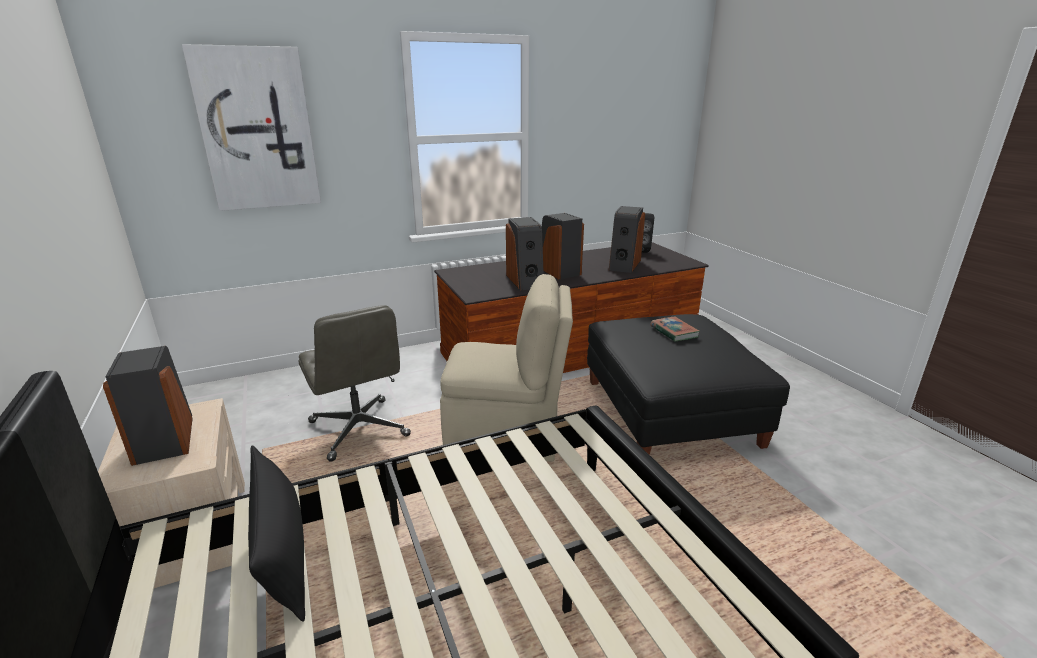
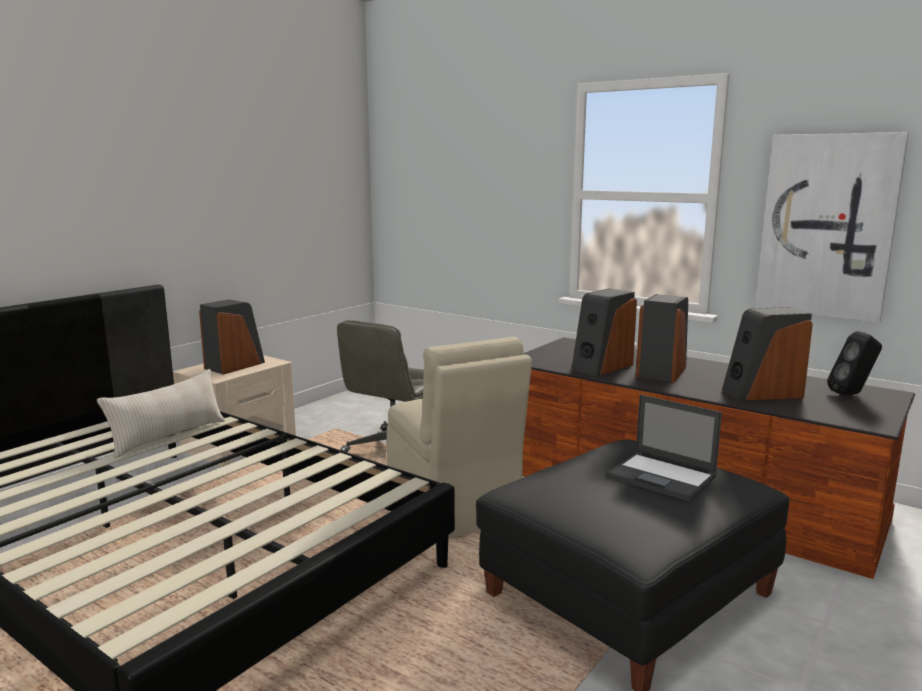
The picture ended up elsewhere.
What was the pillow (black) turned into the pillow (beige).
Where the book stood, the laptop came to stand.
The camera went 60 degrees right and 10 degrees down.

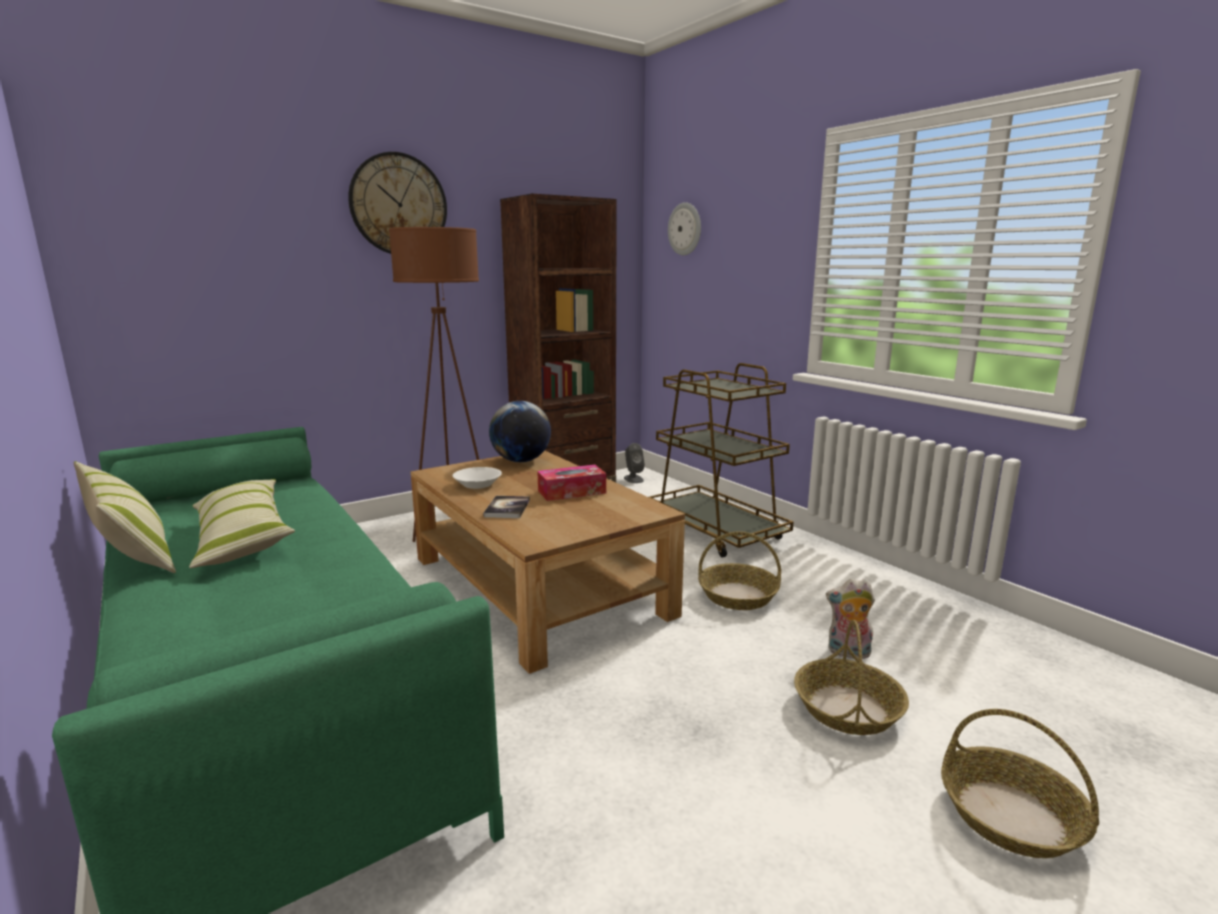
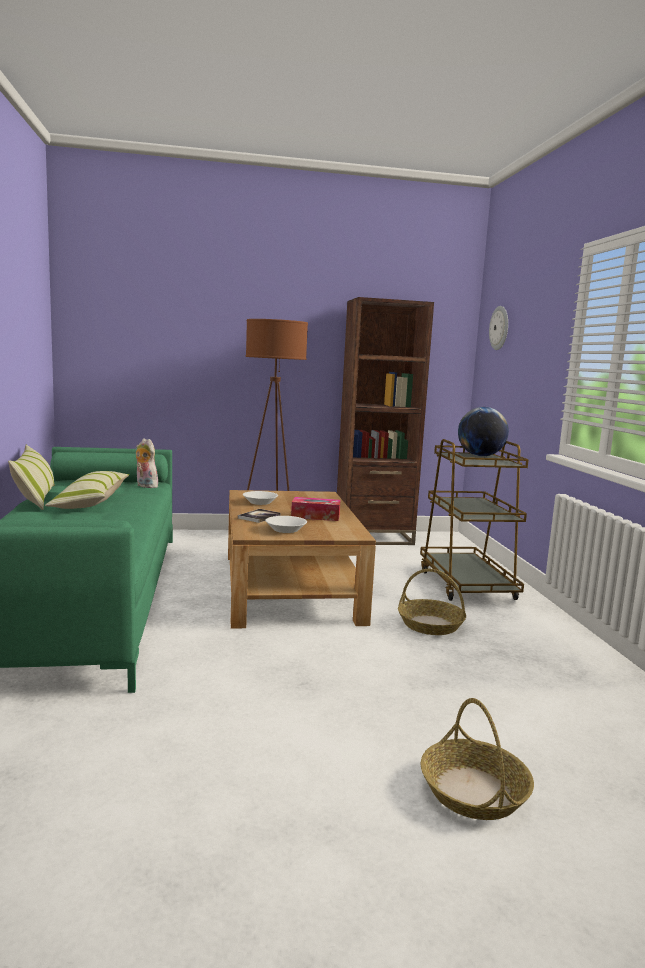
The second view lost the wall clock (1st from left).
The globe ended up elsewhere.
The second view lost the speaker (grey).
The second view lost the basket (2nd from left).
The plush toy ended up elsewhere.
The second view gained the bowl (white) (2nd from left).
The camera went 25 degrees right and 5 degrees down.

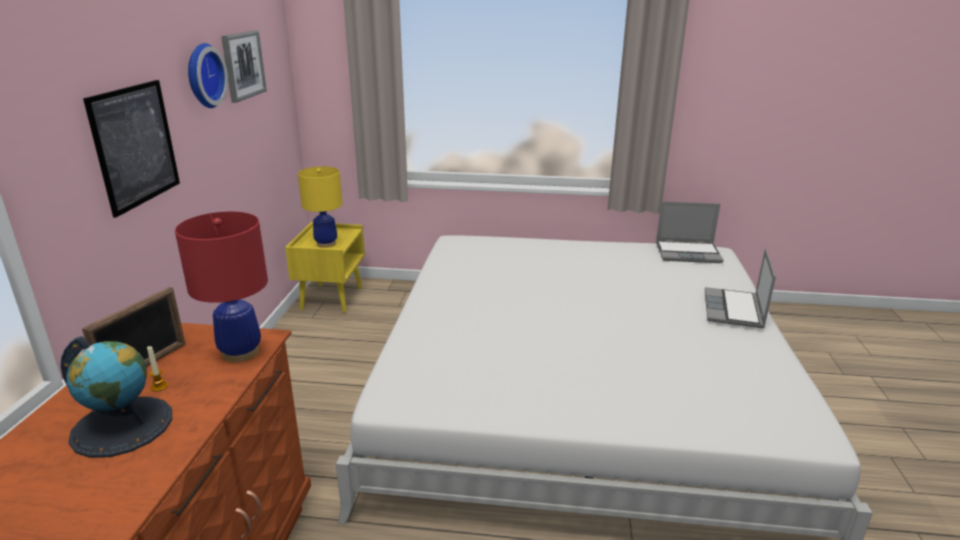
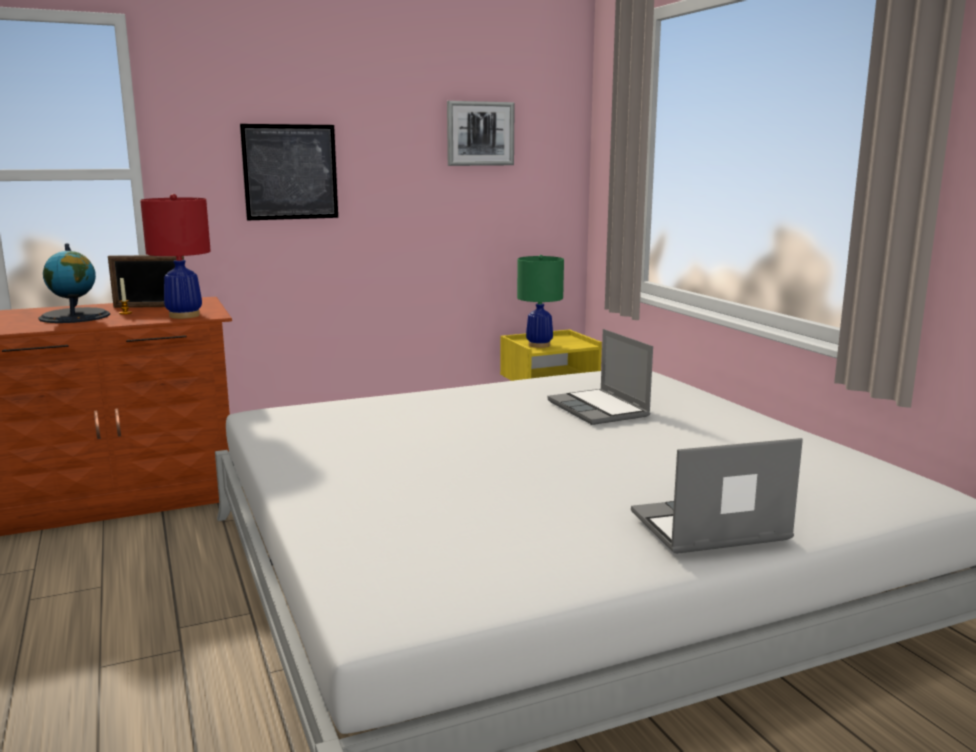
The second view lost the wall clock.
What was the table lamp (yellow) turned into the table lamp (green).
The laptop (1st from left) ended up elsewhere.
The camera went 60 degrees right and 10 degrees down.

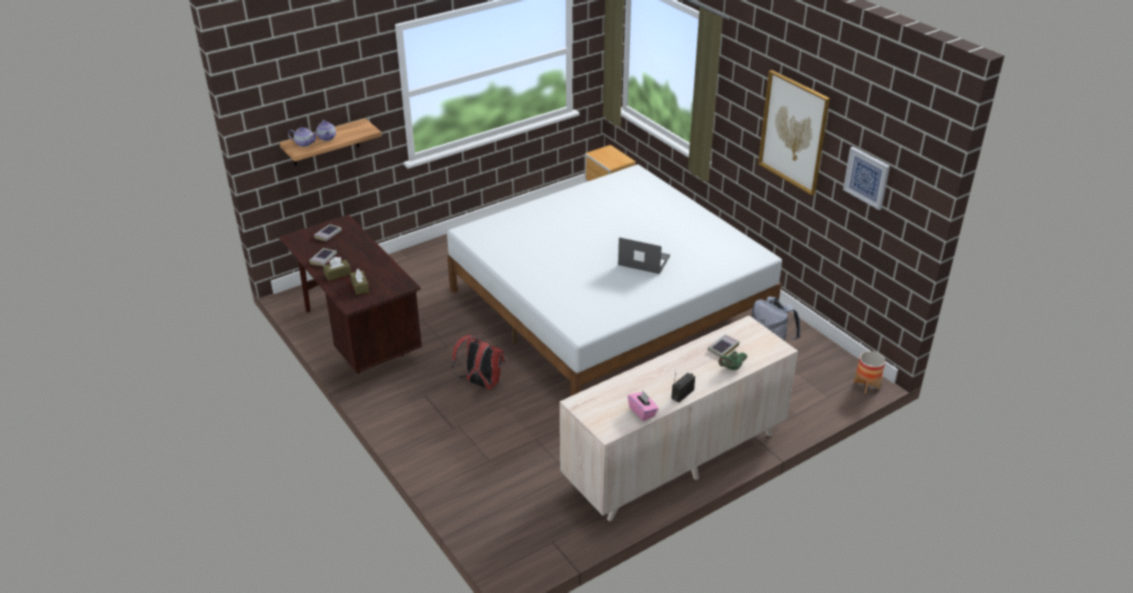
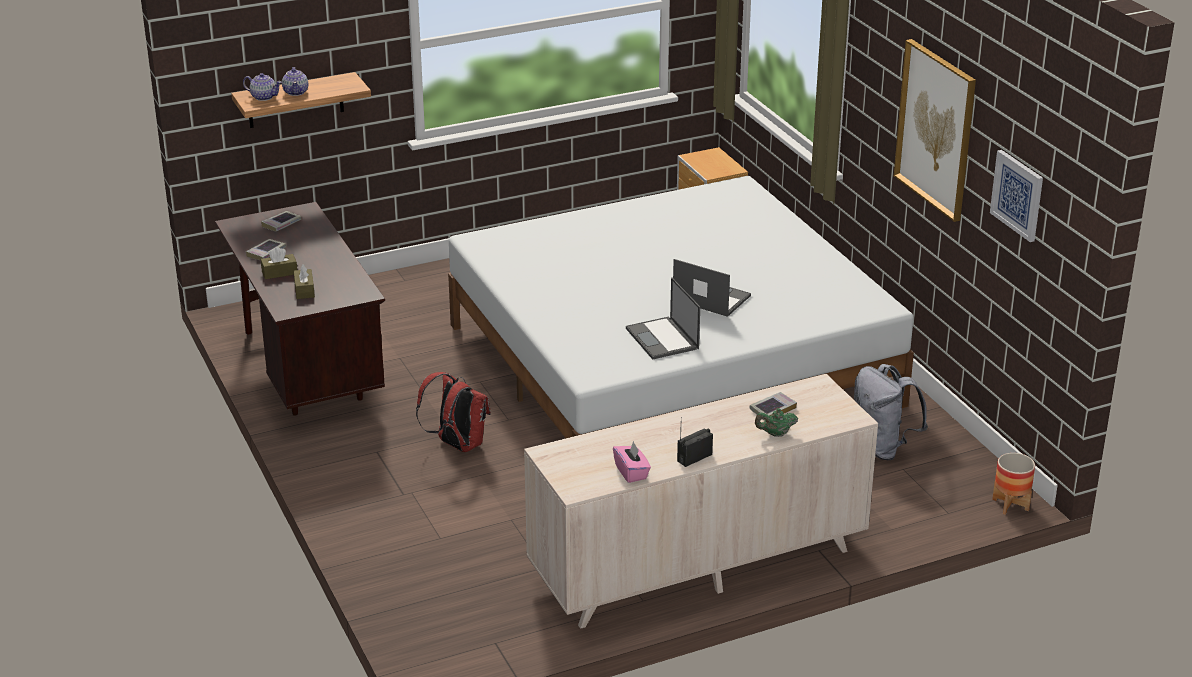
The second view gained the laptop (1st from left).
The camera went 10 degrees right and 5 degrees down.

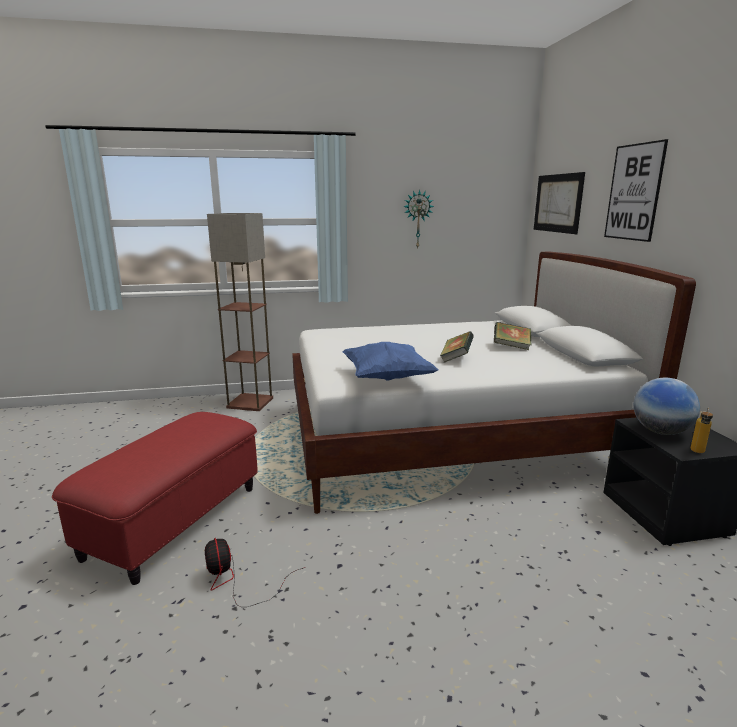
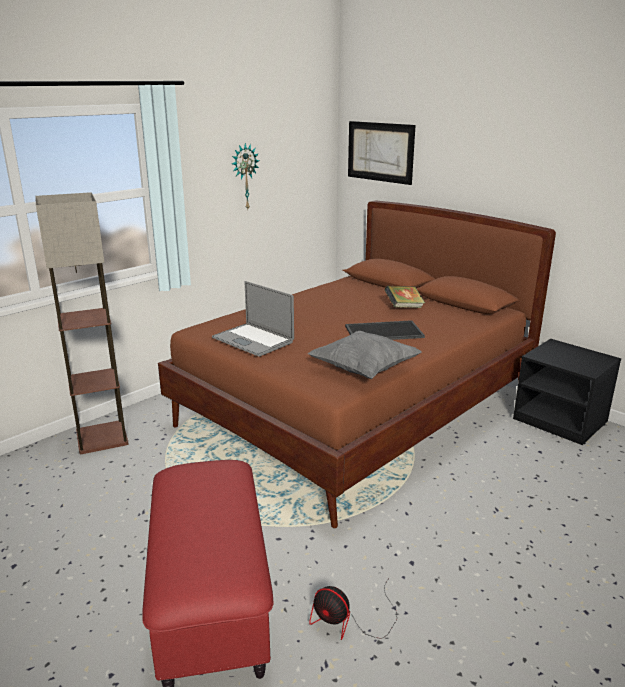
What was the bed (white) turned into the bed (brown).
What was the pillow (blue) turned into the pillow (grey).
Where the book (1st from left) stood, the tray came to stand.
The second view lost the picture (2nd from left).
The second view lost the globe.
The second view lost the bottle.
The second view gained the laptop.
The camera went 35 degrees left and 5 degrees up.

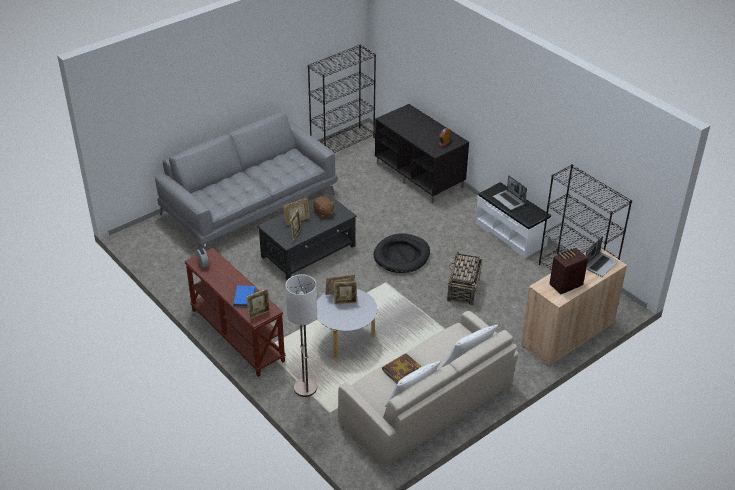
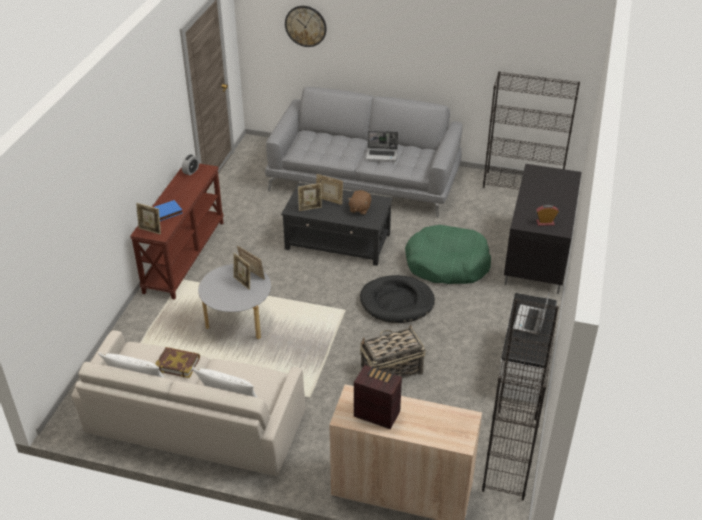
The second view lost the floor lamp.
The laptop (2nd from left in the first image) ended up elsewhere.
The second view gained the wall clock.
The second view gained the dog bed (green).
The camera went 55 degrees right and 0 degrees up.

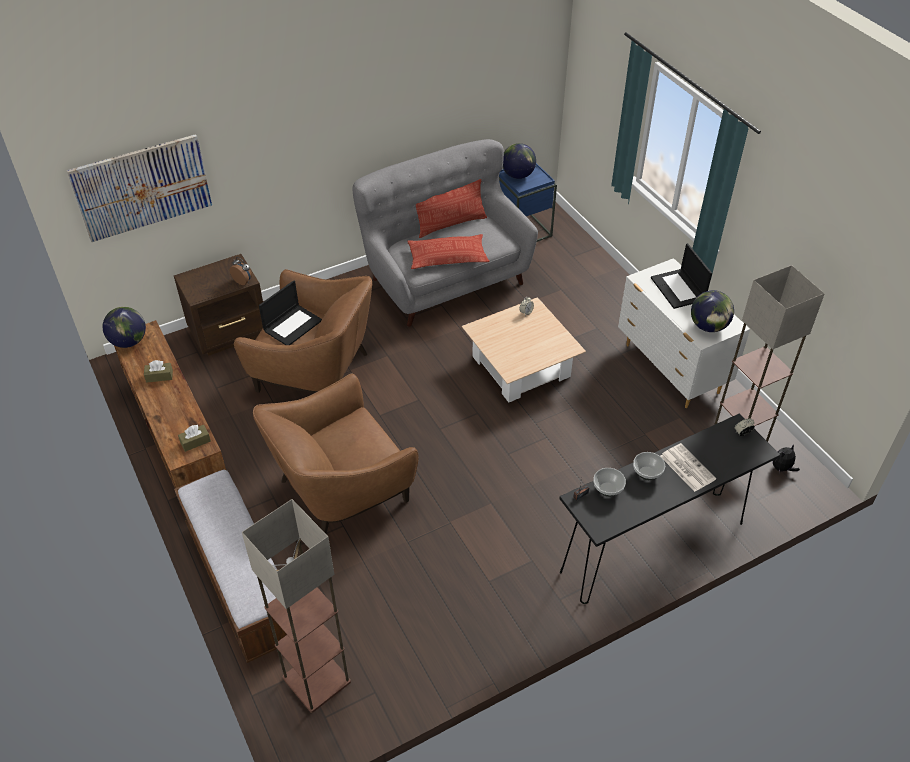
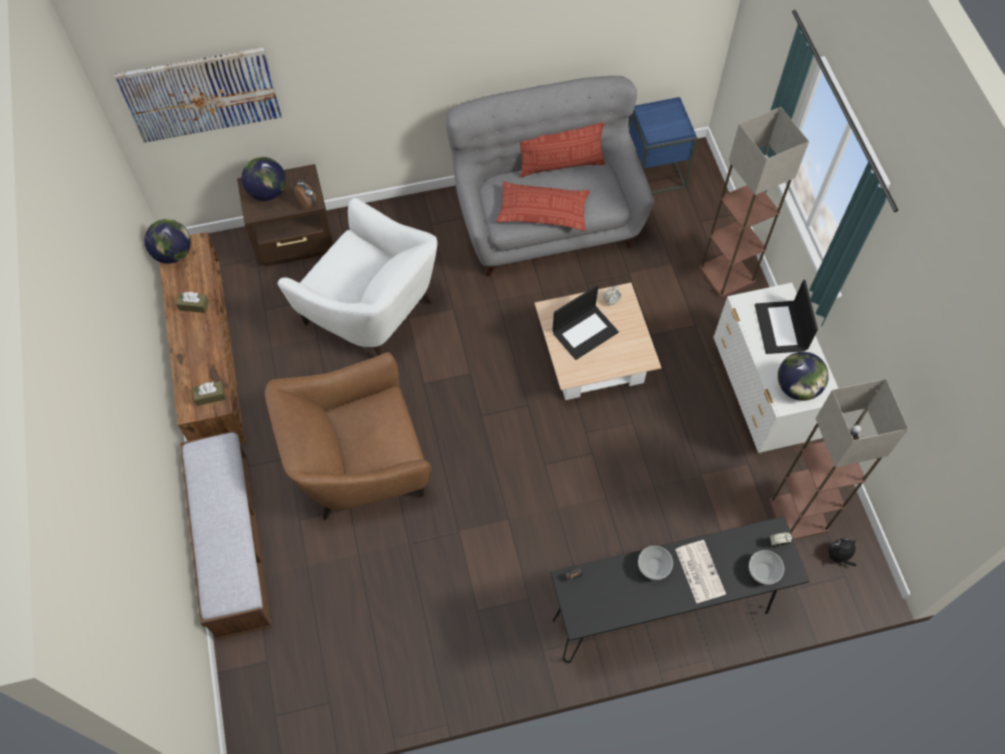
What was the armchair (brown) (1st from left) turned into the armchair (white).
The floor lamp (1st from left) ended up elsewhere.
The laptop (1st from left) ended up elsewhere.
The globe (2nd from left) ended up elsewhere.
The bowl (1st from left in the first image) ended up elsewhere.
The camera went 15 degrees right and 15 degrees up.

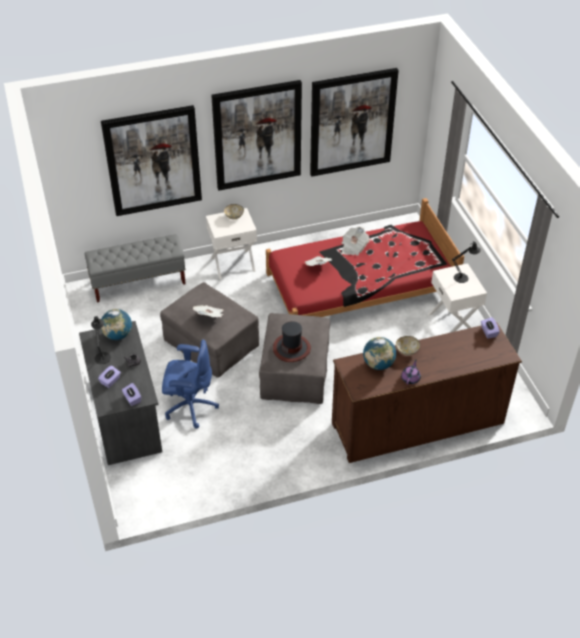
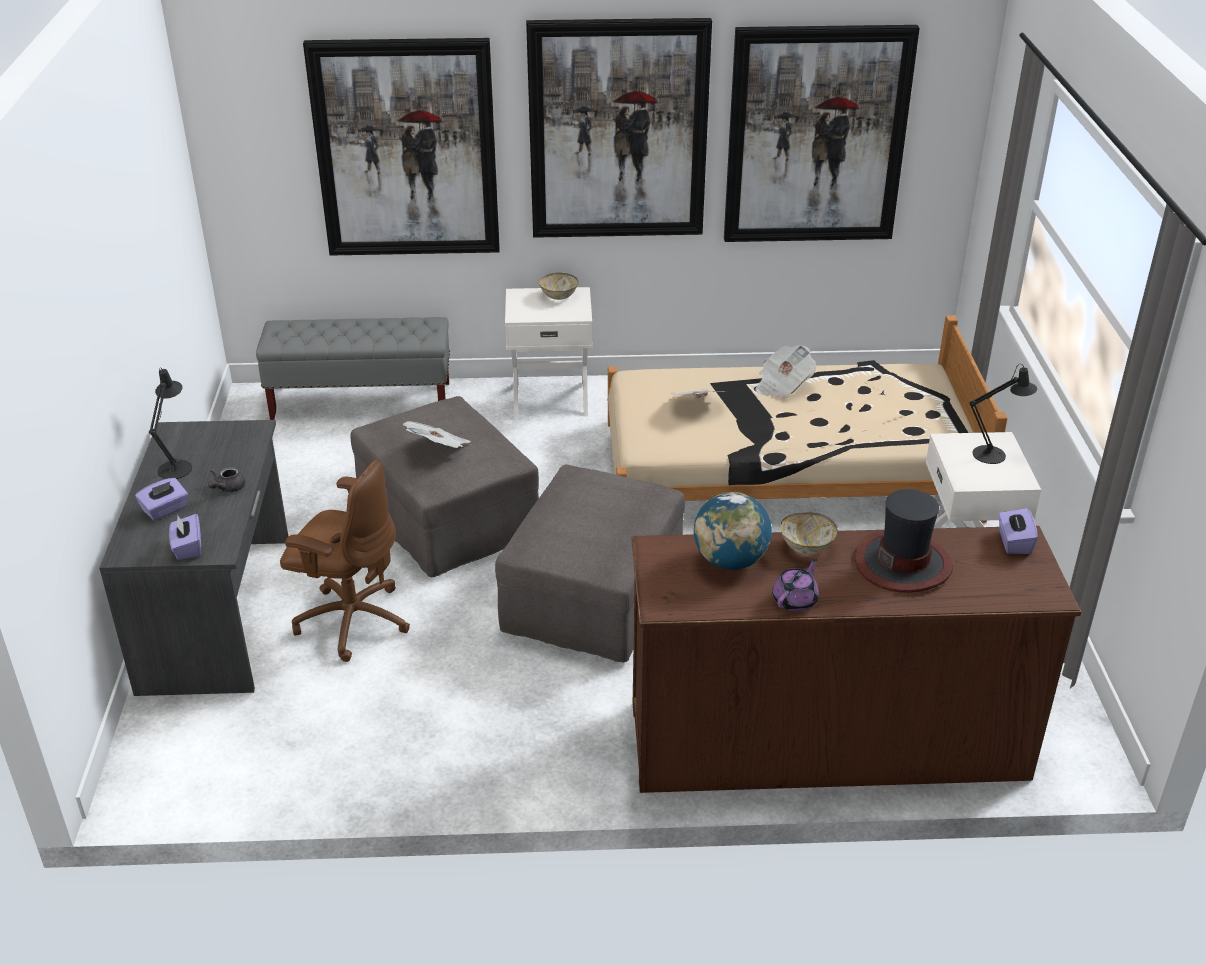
The second view lost the globe (1st from left).
What was the office chair (blue) turned into the office chair (brown).
What was the bed (red) turned into the bed (beige).
The hat ended up elsewhere.
The camera went 15 degrees right and 10 degrees down.

